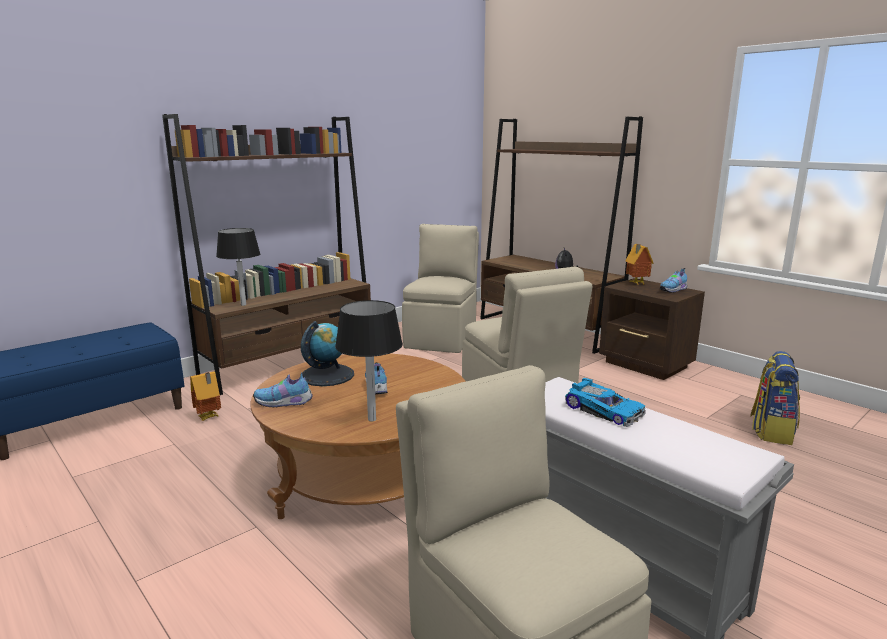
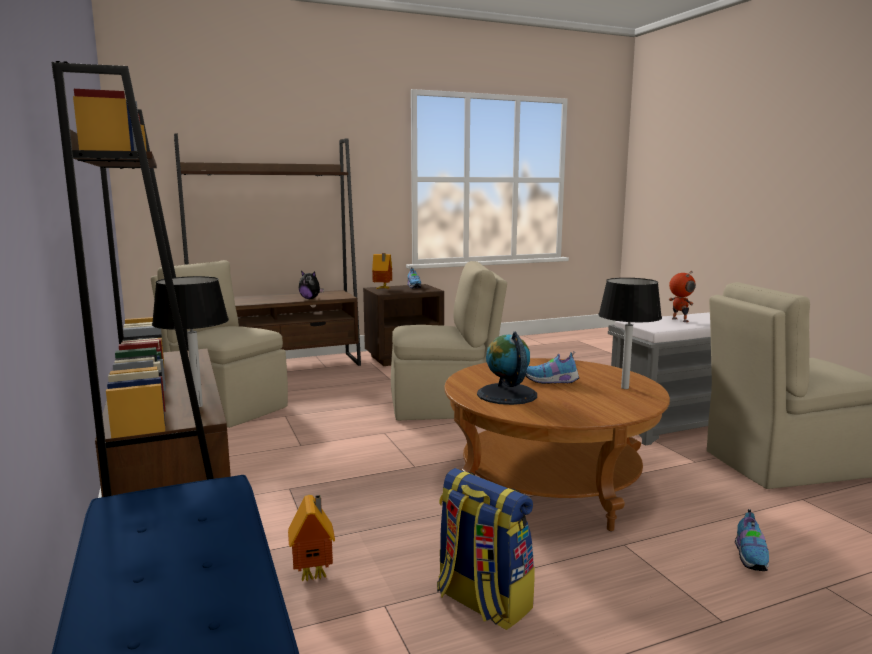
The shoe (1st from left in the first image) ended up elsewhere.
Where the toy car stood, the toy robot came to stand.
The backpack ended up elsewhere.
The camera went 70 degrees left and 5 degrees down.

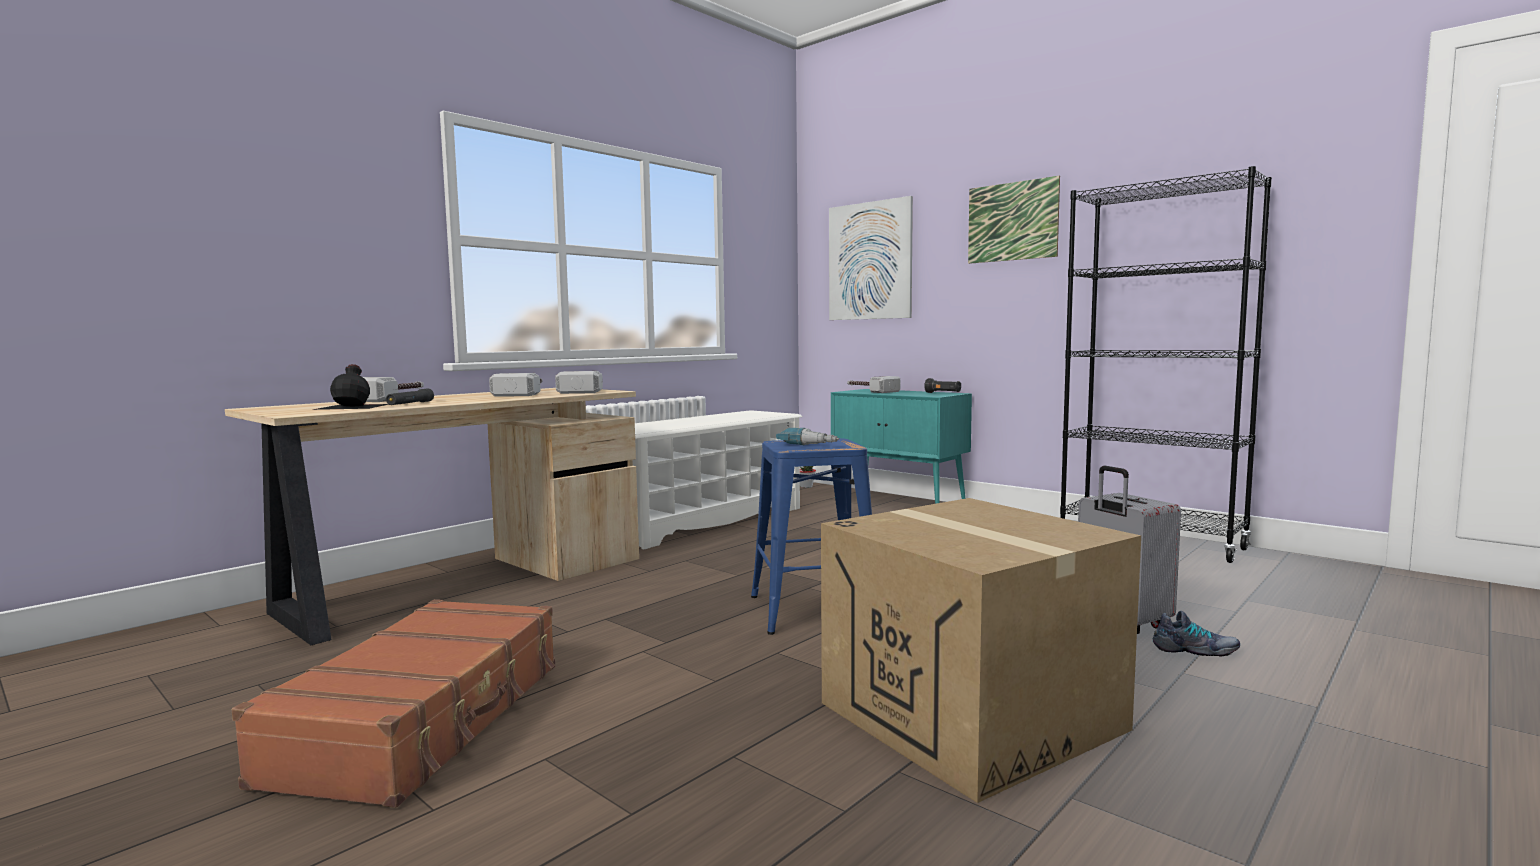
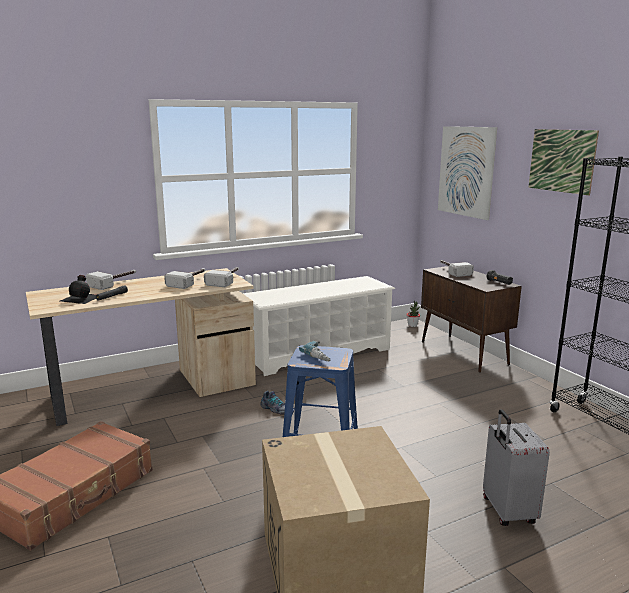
What was the cabinet (turquoise) turned into the cabinet (brown).
The shoe ended up elsewhere.
The camera went 20 degrees right and 10 degrees up.

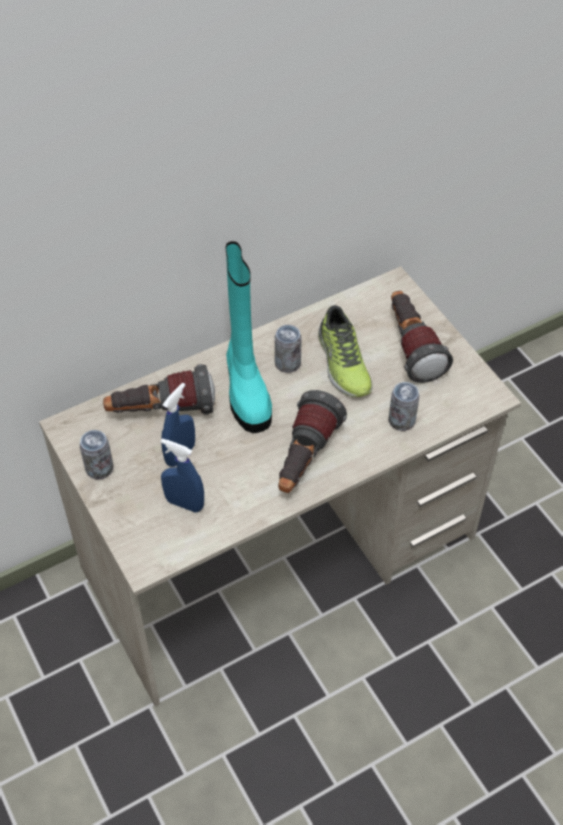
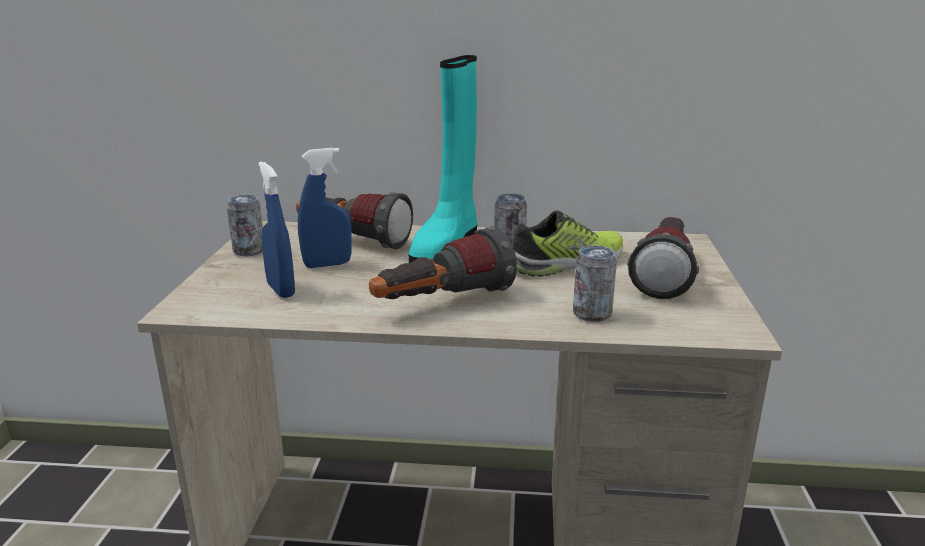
The shoe ended up facing another way, 135 degrees counterclockwise from before.
The camera went 35 degrees right and 30 degrees down.

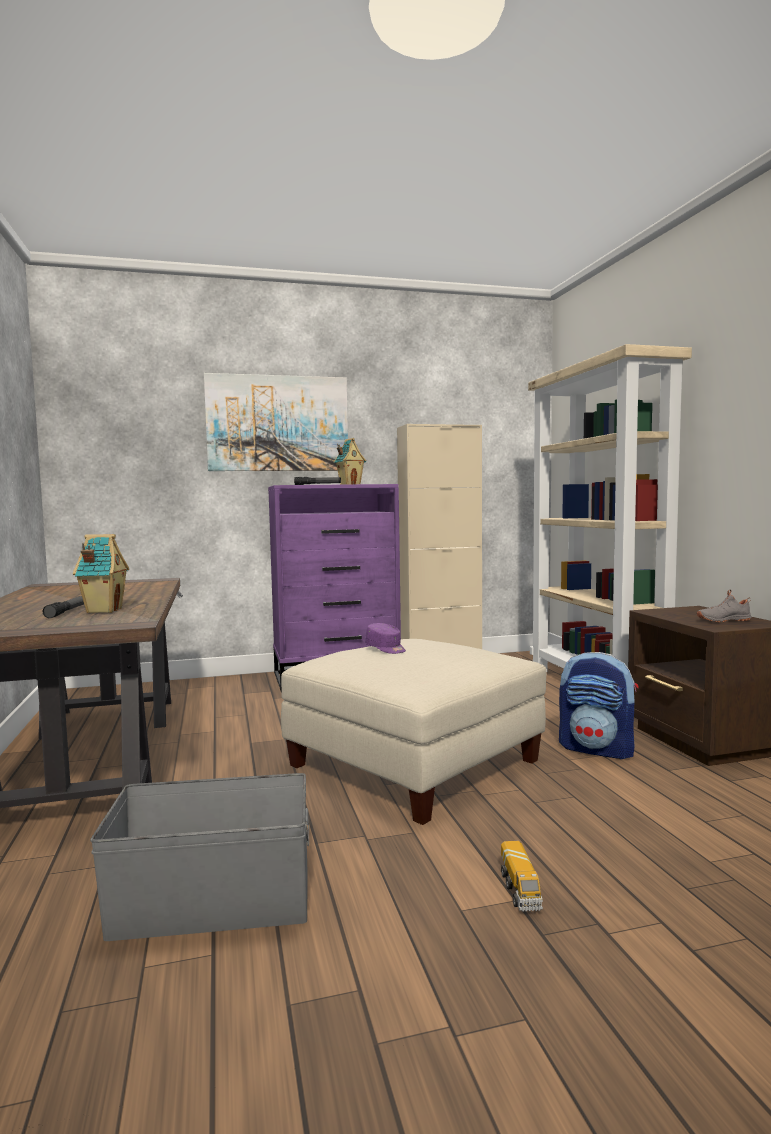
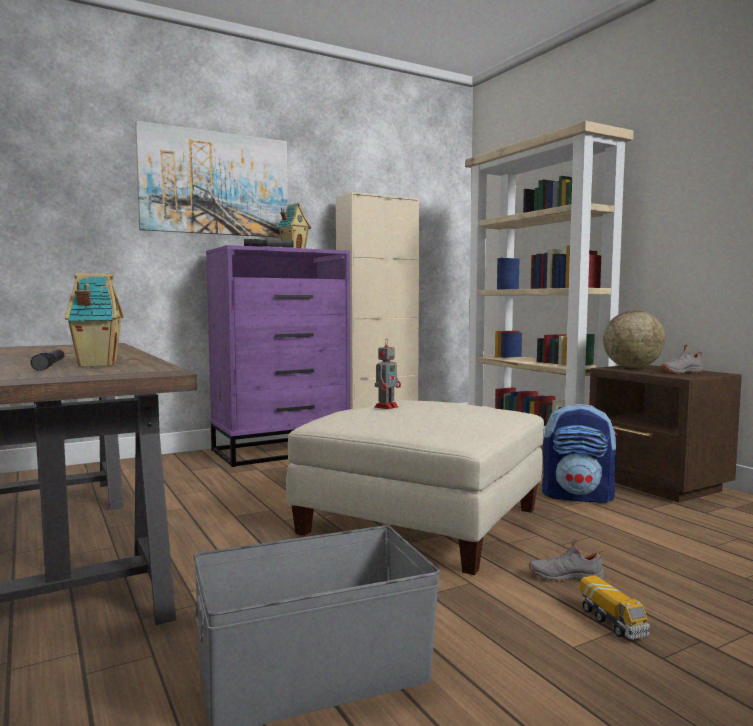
Where the cap (purple) stood, the toy robot came to stand.
The second view gained the shoe (grey) (1st from left).
The second view gained the globe.
The camera went 15 degrees left and 0 degrees up.

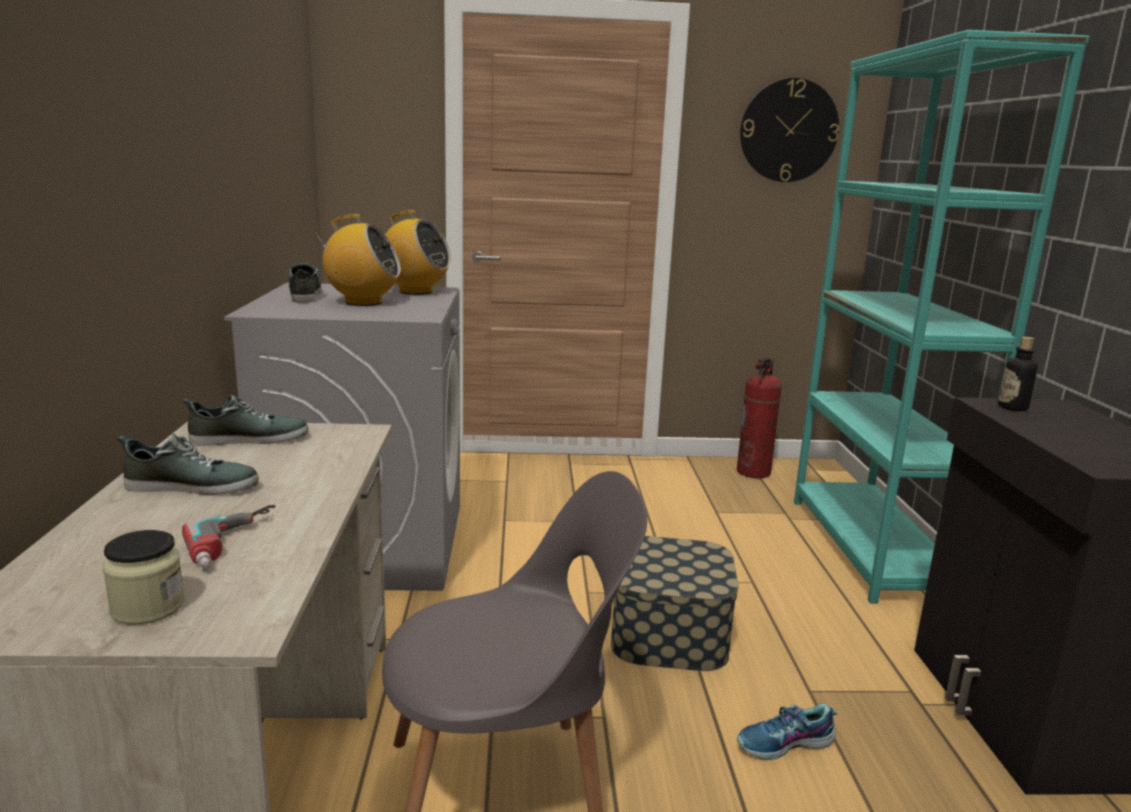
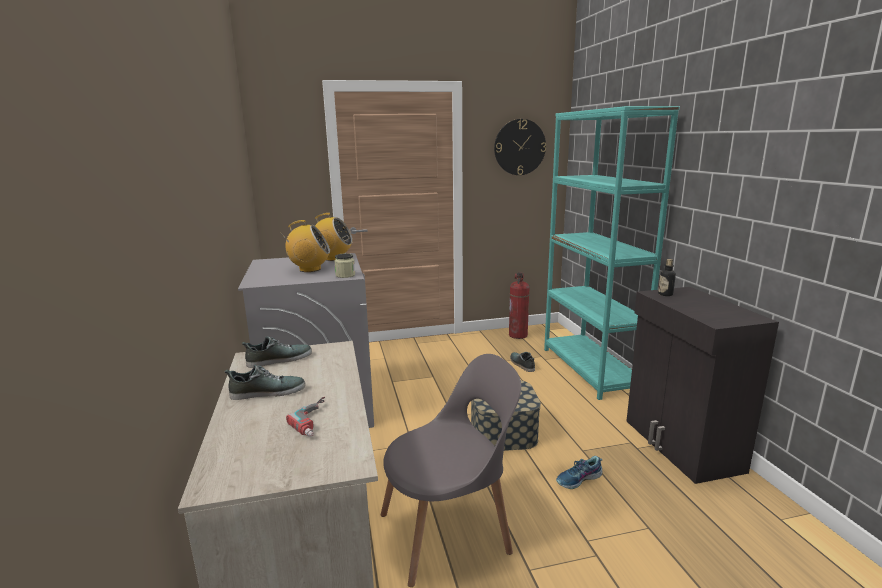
The jar ended up elsewhere.
The shoe (3rd from left) ended up elsewhere.
The camera went 10 degrees left and 0 degrees up.

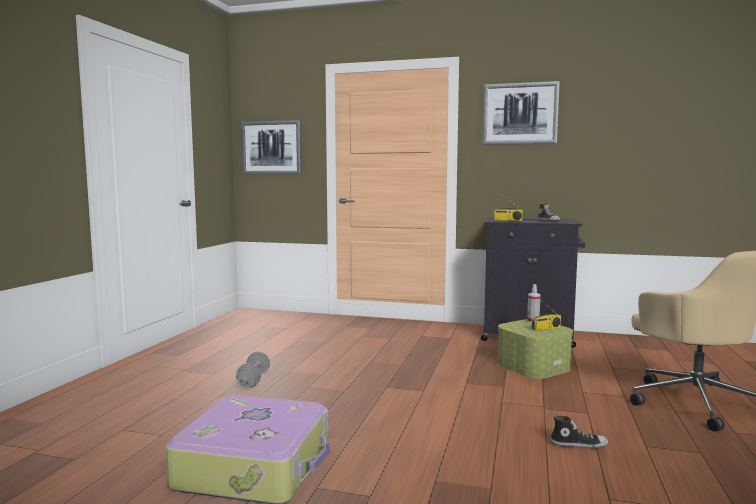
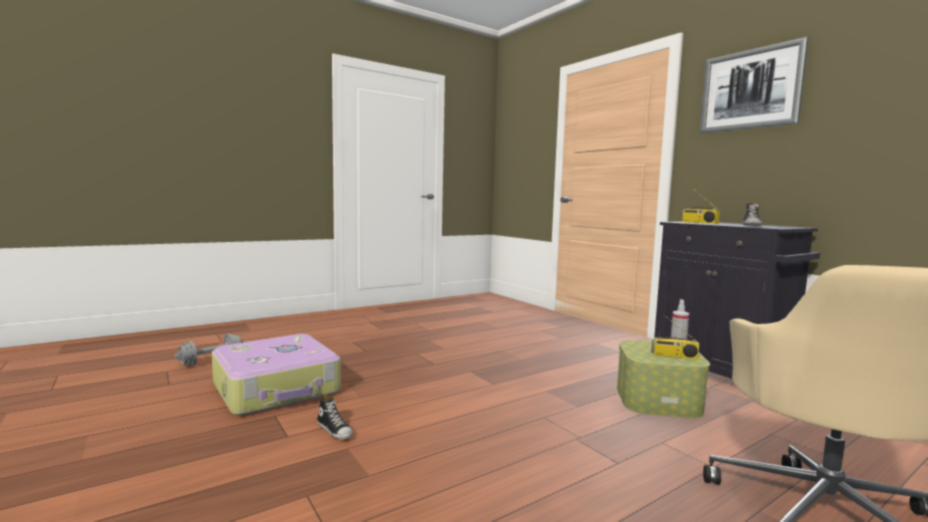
The dumbbell (grey) ended up elsewhere.
The second view lost the picture (1st from left).
The shoe (2nd from left in the first image) ended up elsewhere.
The camera went 40 degrees right and 0 degrees up.

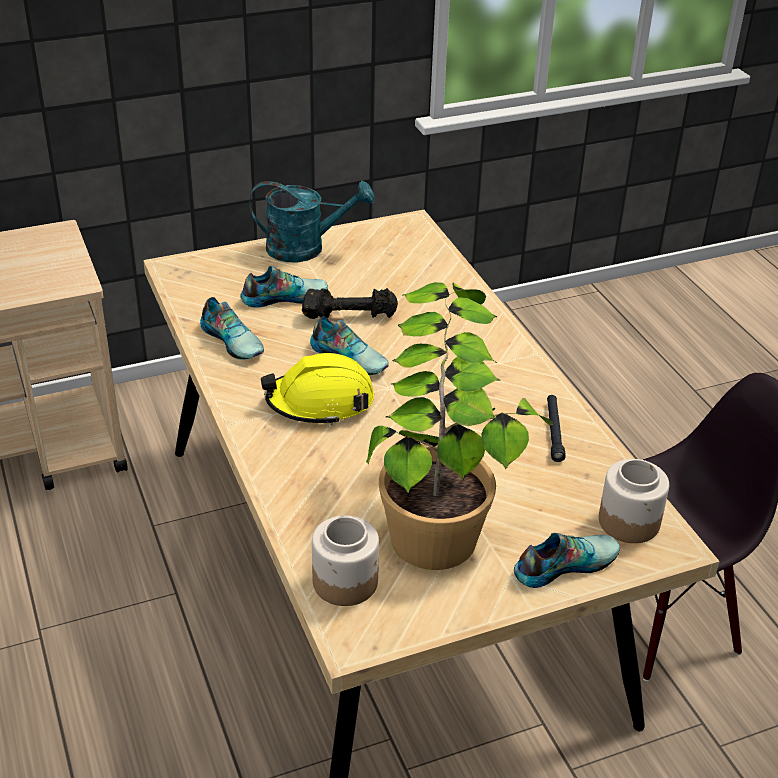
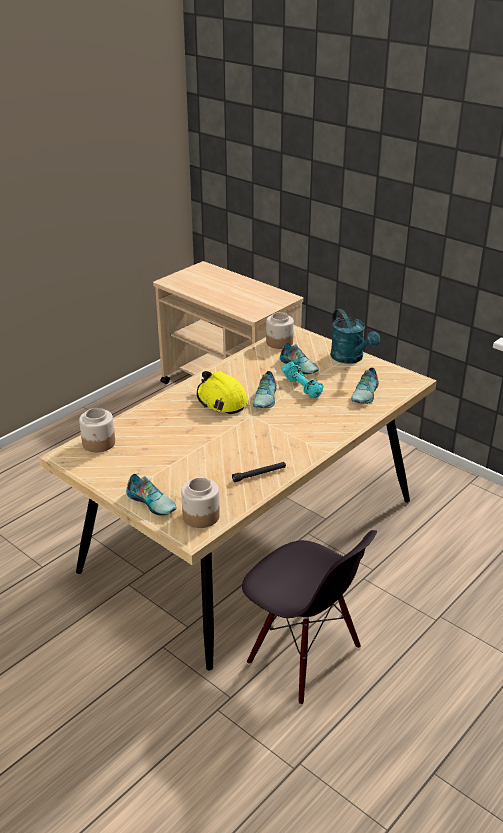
The shoe (1st from left in the first image) ended up elsewhere.
What was the dumbbell (black) turned into the dumbbell (turquoise).
The second view lost the potted plant.
The second view gained the jar (3rd from left).
The camera went 65 degrees right and 5 degrees down.

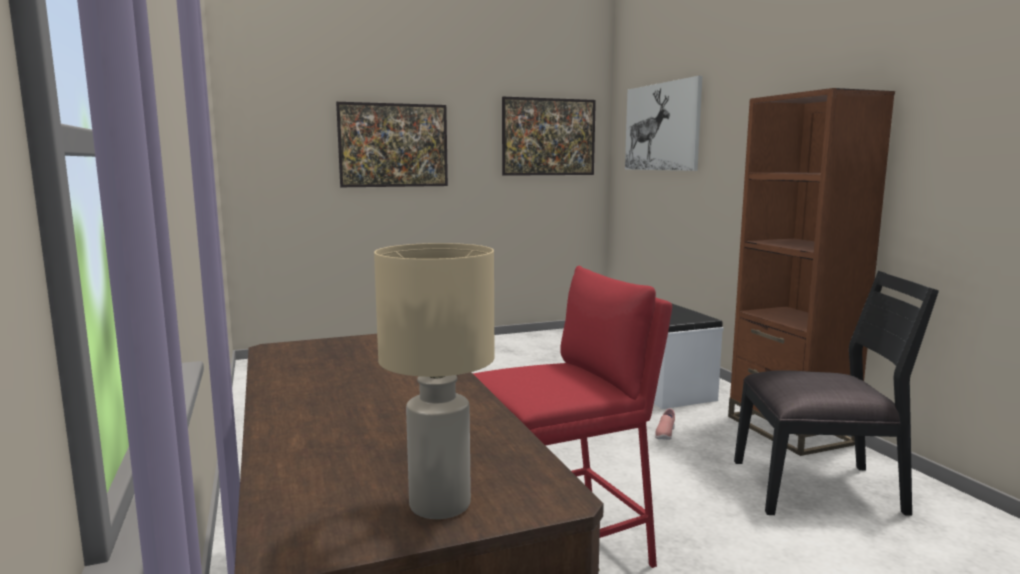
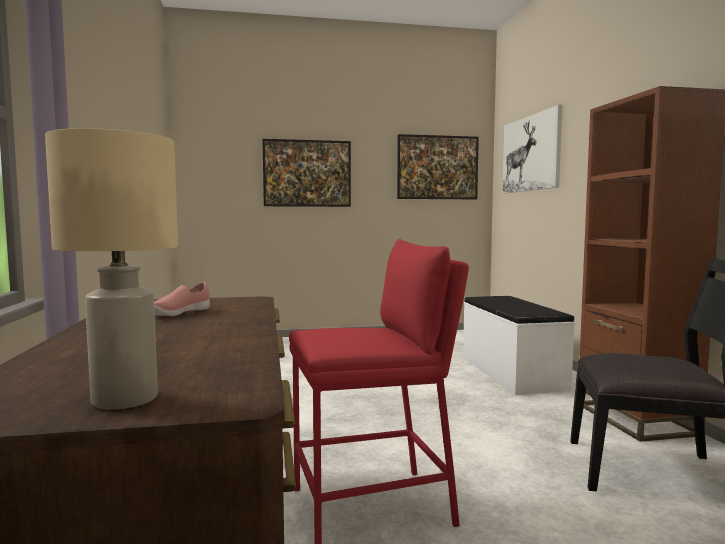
The shoe (pink) ended up elsewhere.
The camera went 10 degrees right and 5 degrees down.

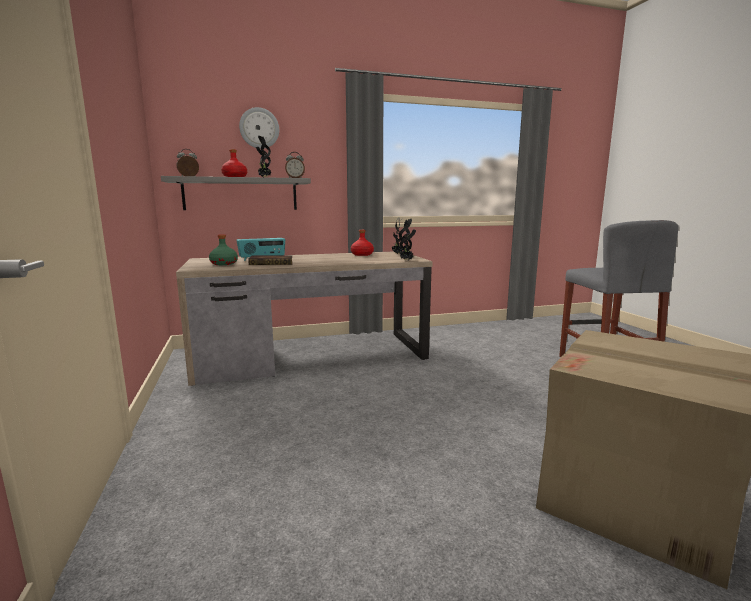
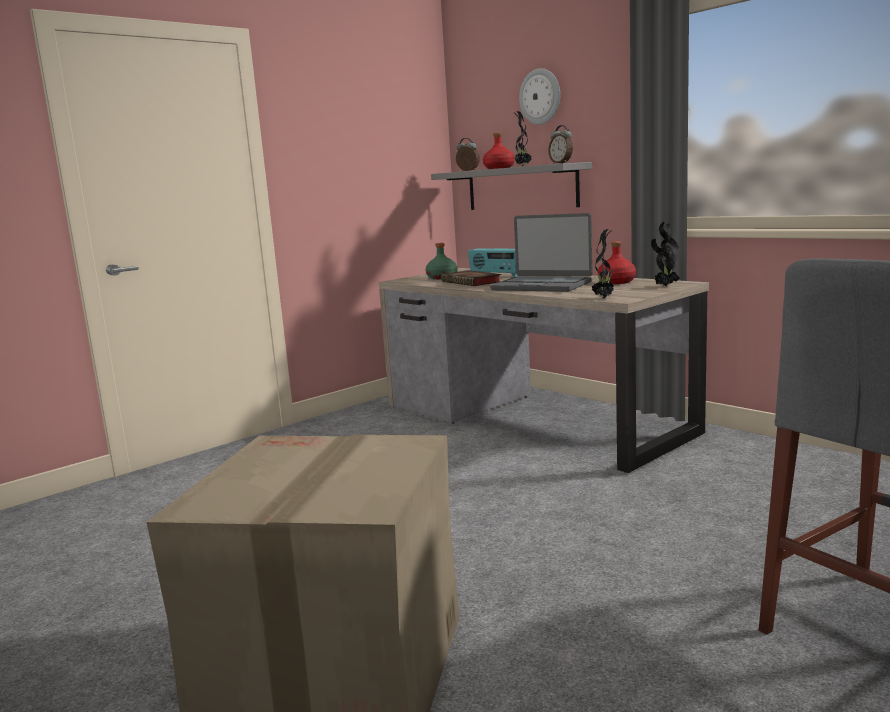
The second view gained the laptop.
The camera went 65 degrees right and 0 degrees up.

